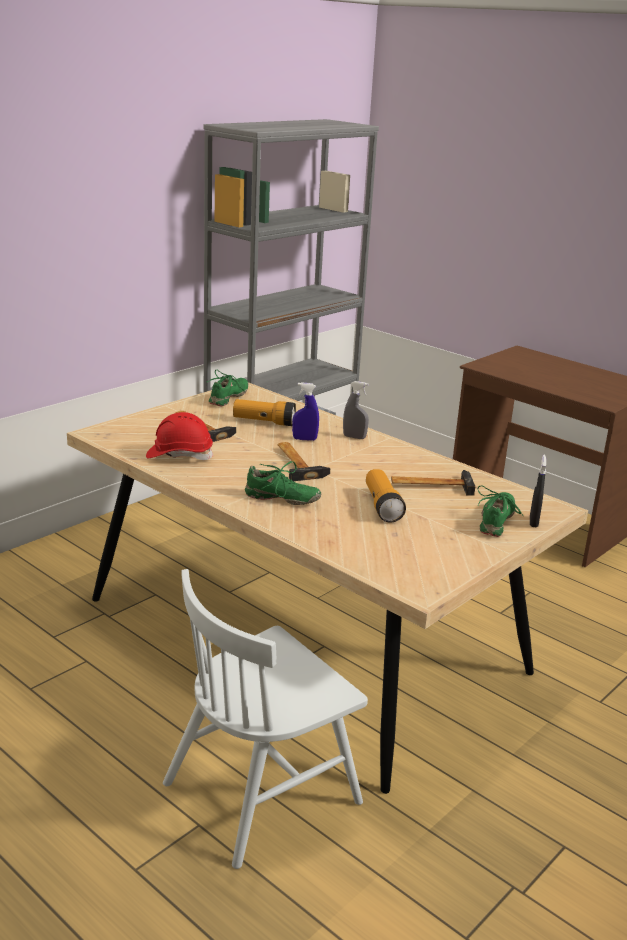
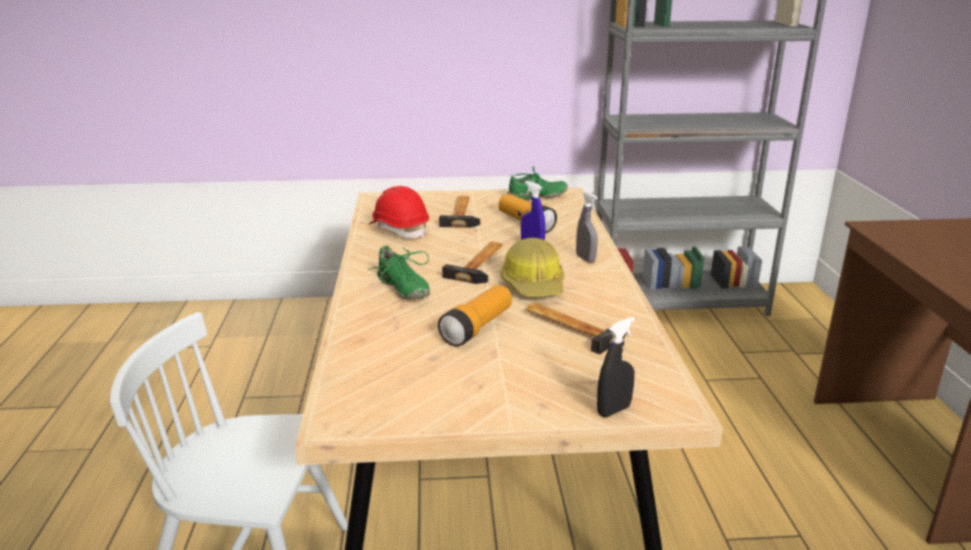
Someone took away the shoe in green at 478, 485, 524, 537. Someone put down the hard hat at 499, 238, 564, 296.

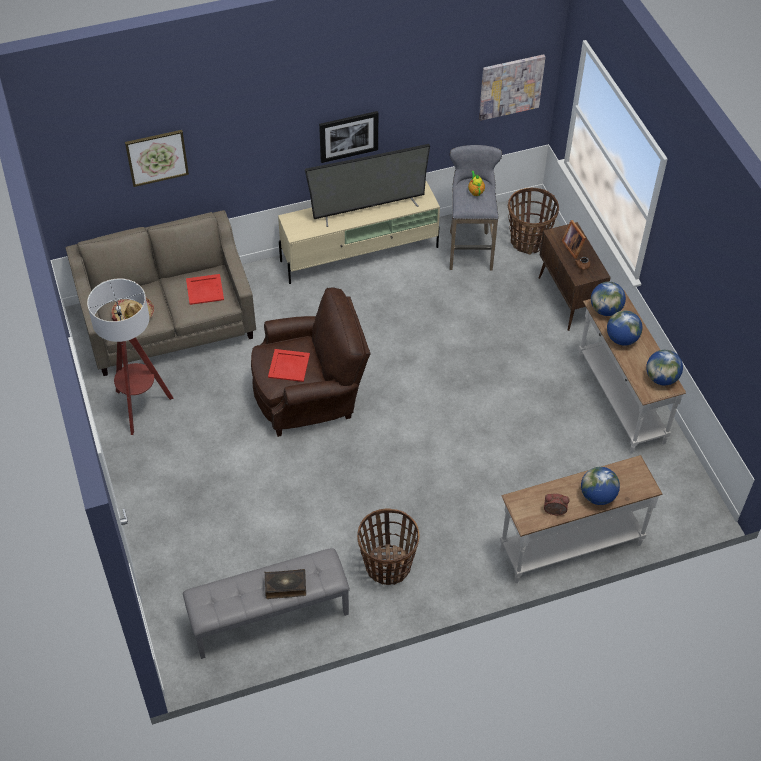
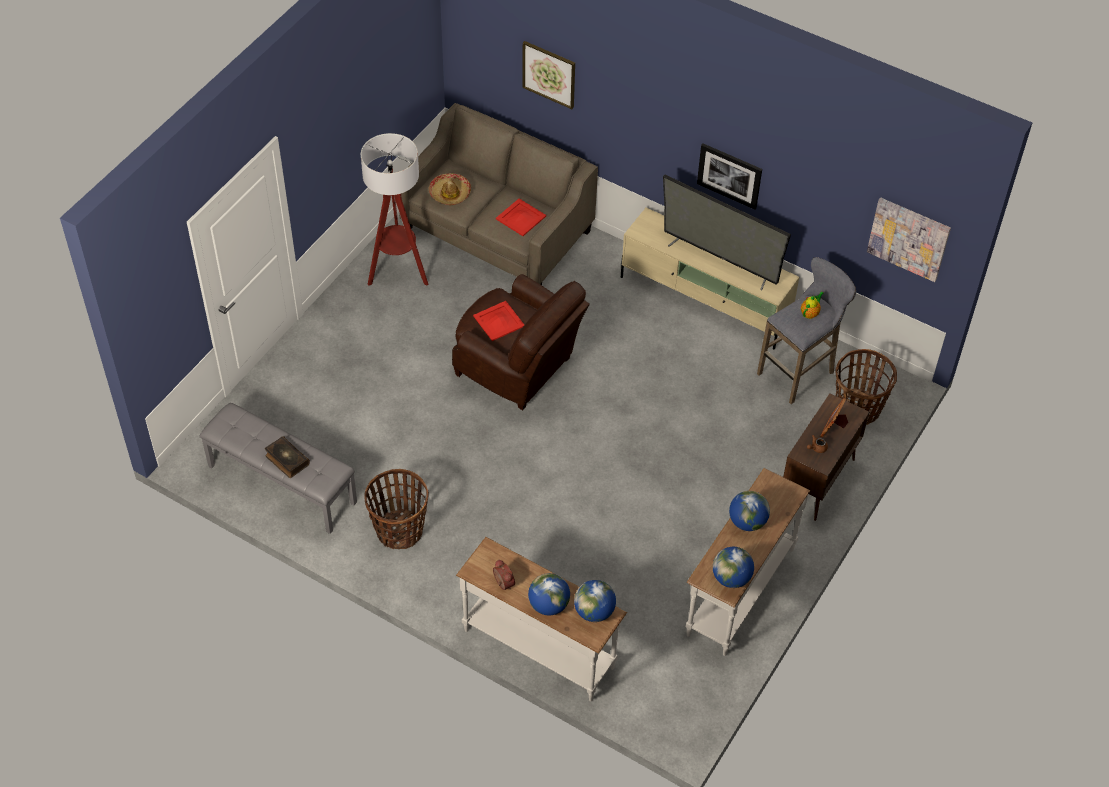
Someone carried the globe from 591, 282, 626, 316 to 574, 580, 616, 622.

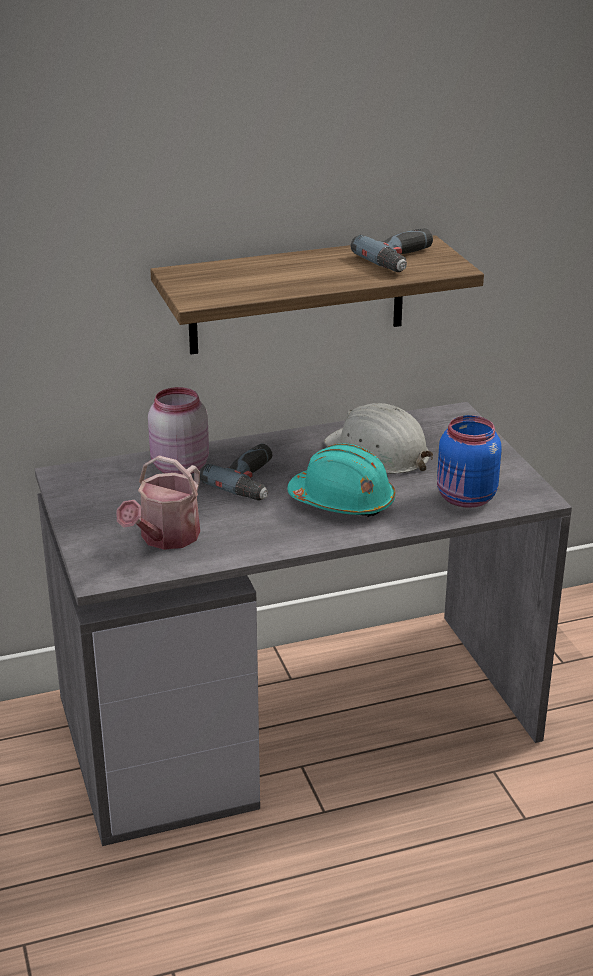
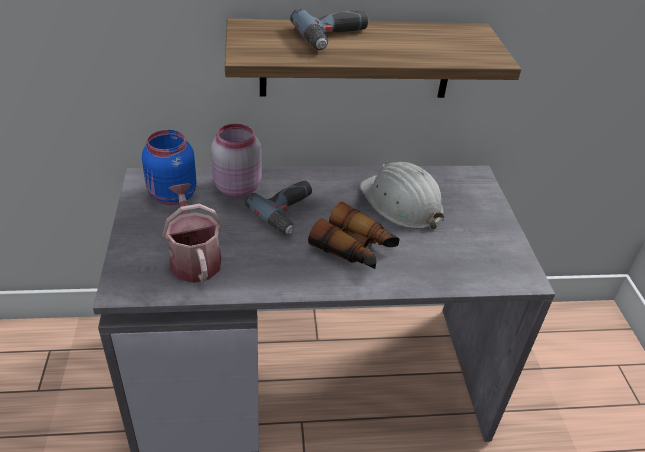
Someone rotated the watering can at 116, 456, 200, 550 by 120 degrees clockwise. Someone swapped the hard hat in turquoise at 287, 444, 395, 517 for the binoculars at 308, 202, 400, 269. Someone carried the power drill from 350, 228, 433, 272 to 290, 9, 368, 50. Someone carried the jar in blue from 437, 415, 502, 508 to 142, 130, 197, 205.

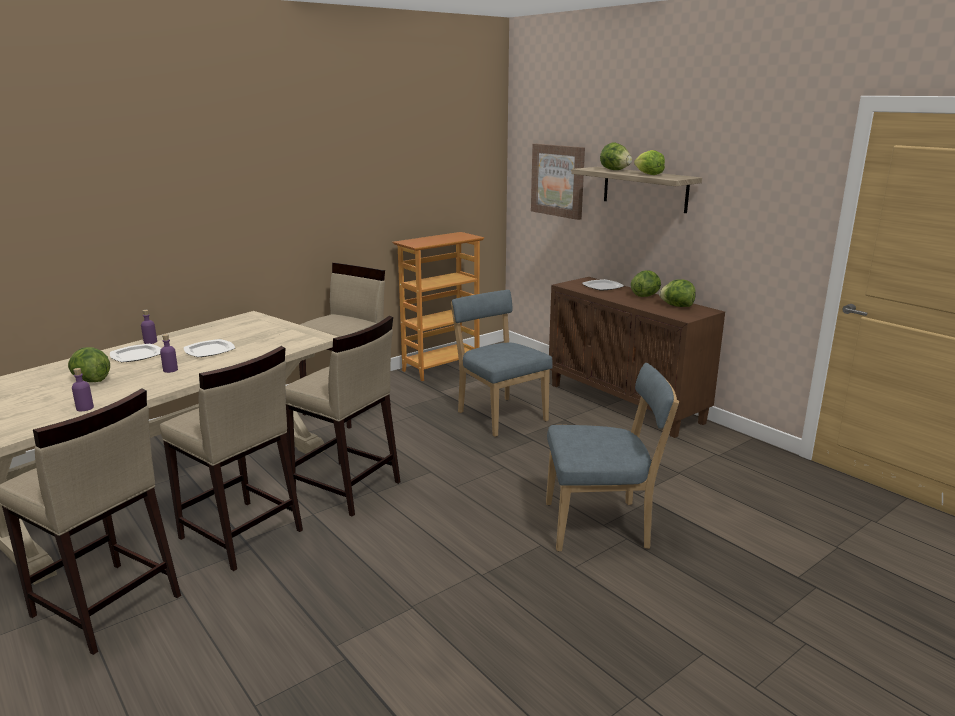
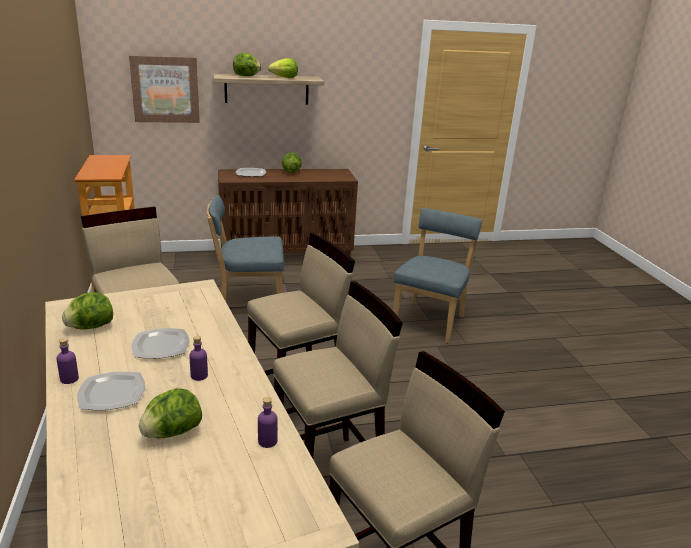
Someone carried the lettuce from 659, 279, 696, 307 to 62, 292, 113, 329.

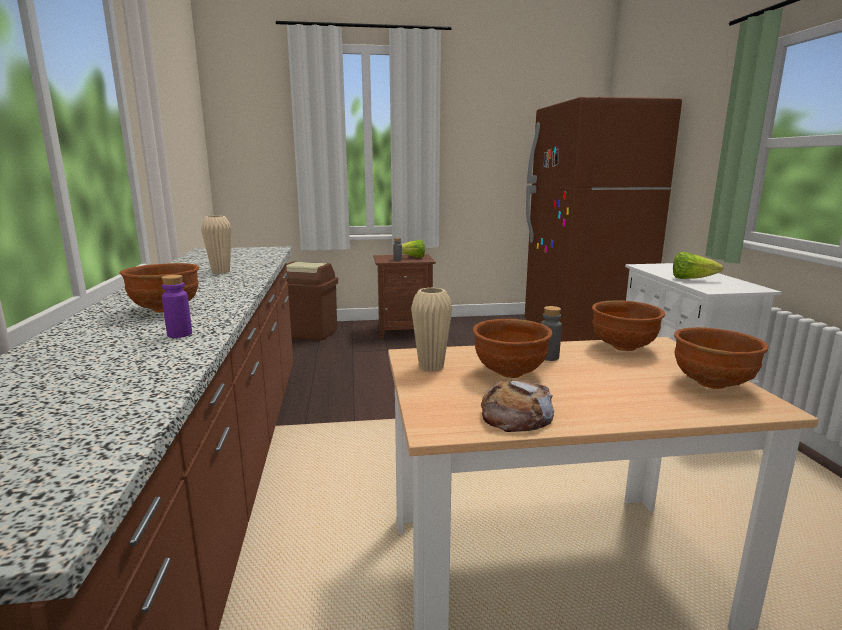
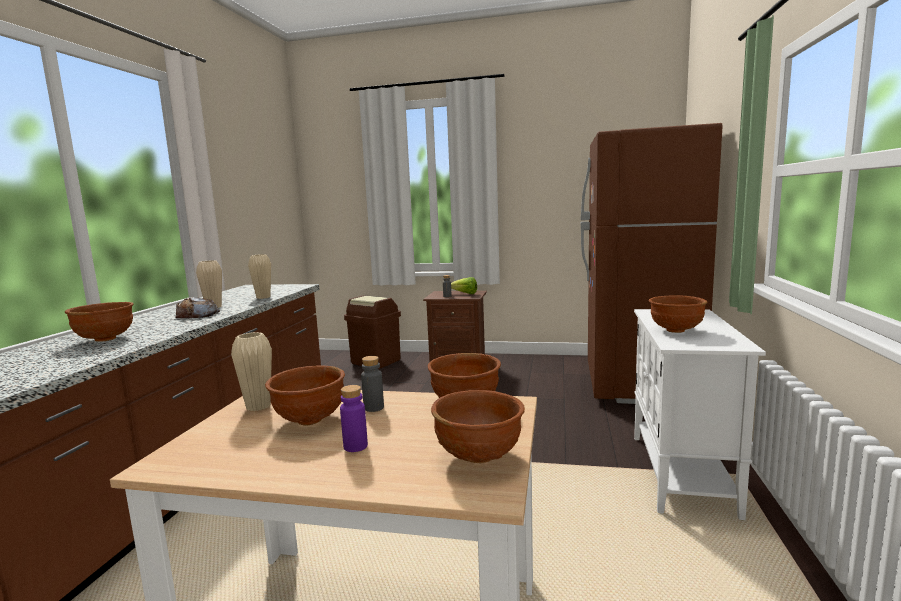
Someone carried the bottle in purple from 162, 275, 192, 338 to 340, 385, 368, 452. Someone carried the bread from 481, 379, 554, 432 to 175, 297, 220, 318. Someone swapped the lettuce at 673, 252, 724, 279 for the bowl in brown at 649, 295, 708, 333. Someone put down the vase in beige at 248, 254, 271, 299.

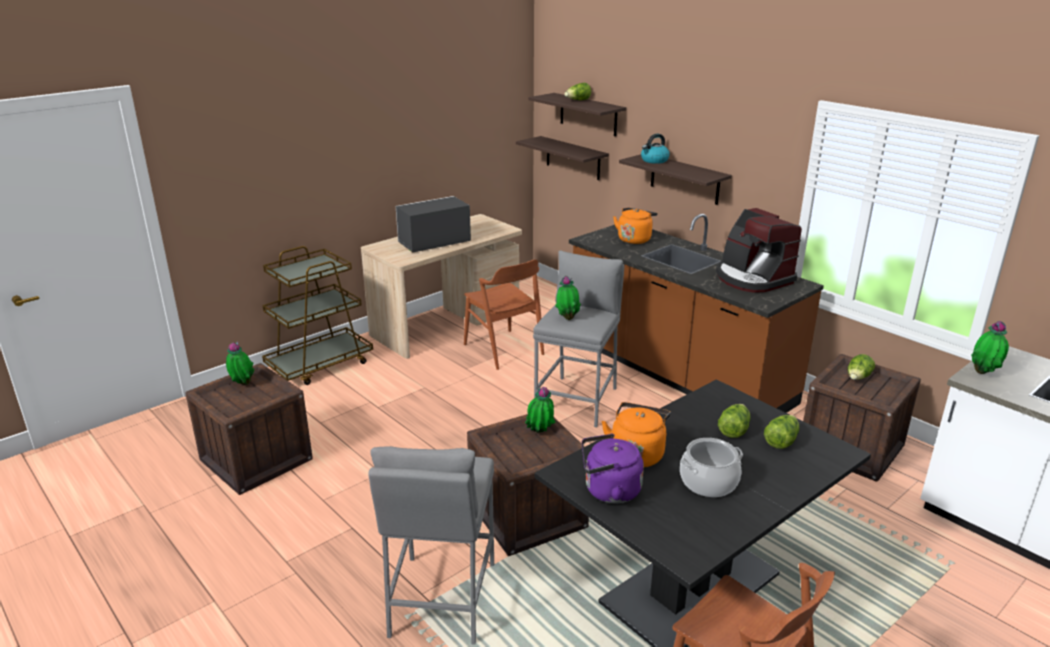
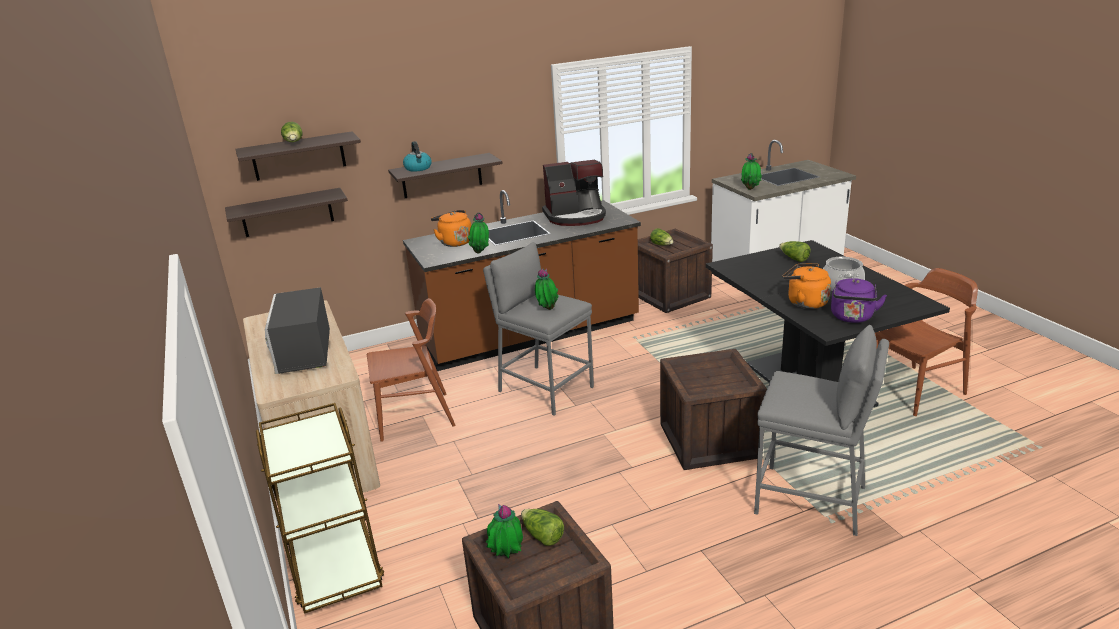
Someone carried the potted plant from 525, 387, 556, 433 to 468, 212, 489, 253. Someone carried the lettuce from 718, 404, 751, 438 to 521, 509, 564, 546.

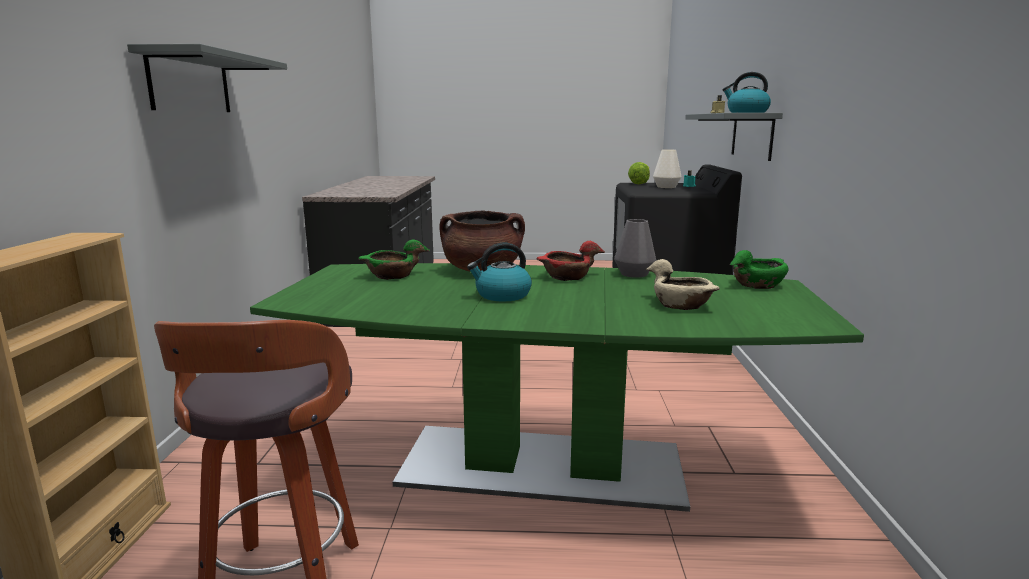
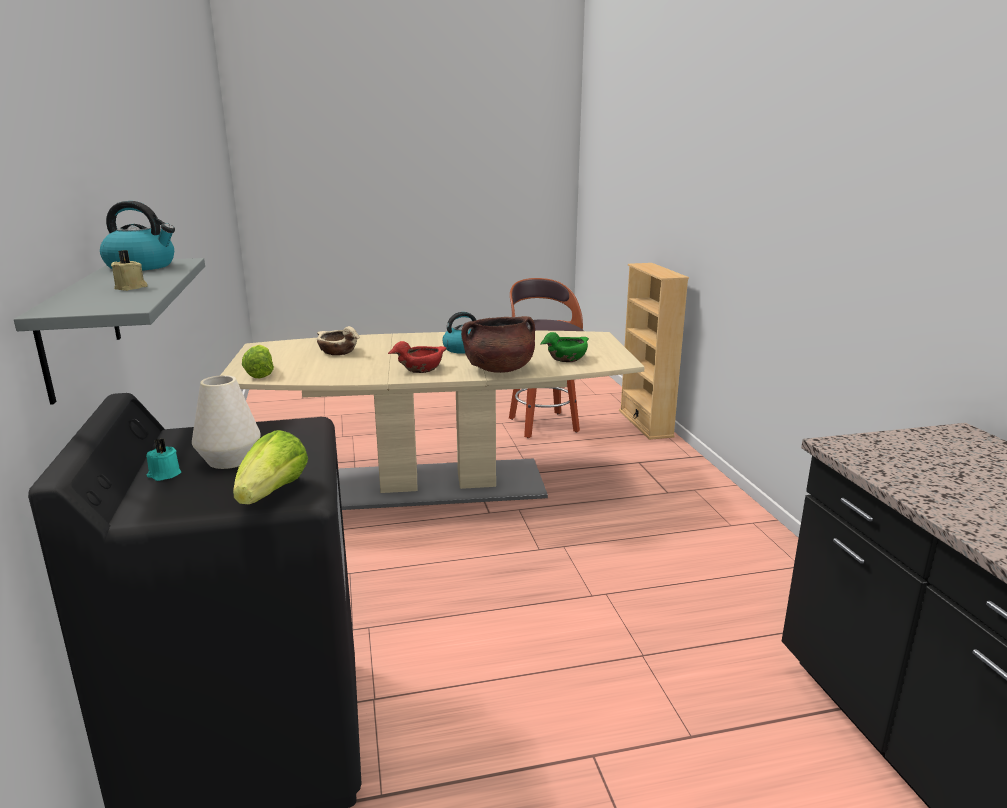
Someone took away the shelf in grey at 127, 44, 287, 112. Someone repainted the dining table in green at 250, 263, 864, 512, which became the dining table in beige at 221, 330, 645, 510. Someone took away the vase in grey at 614, 219, 656, 278. Someone swapped the bowl in green at 730, 250, 788, 289 for the lettuce at 242, 344, 274, 378.

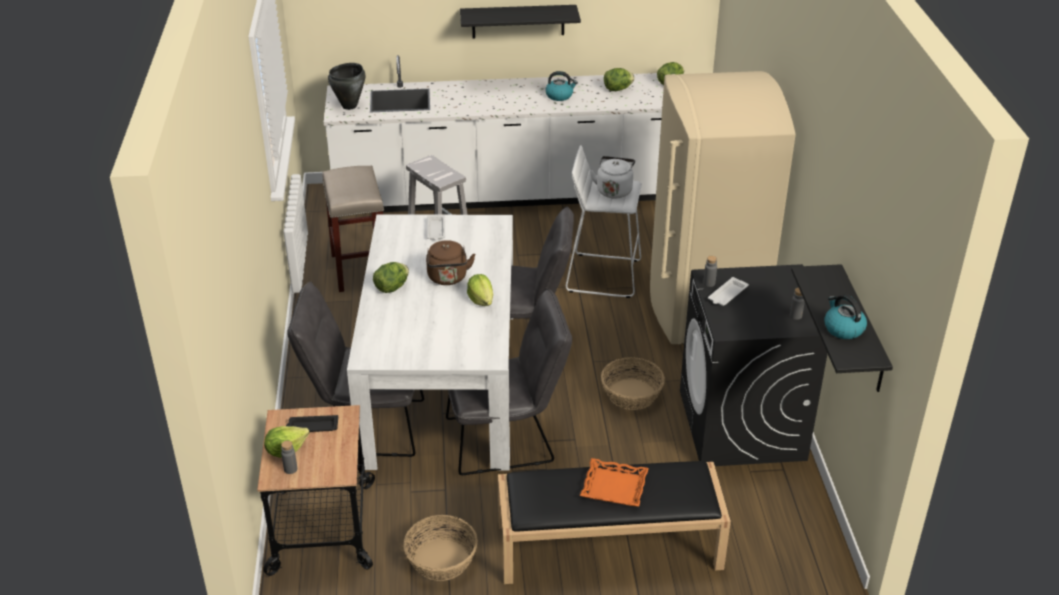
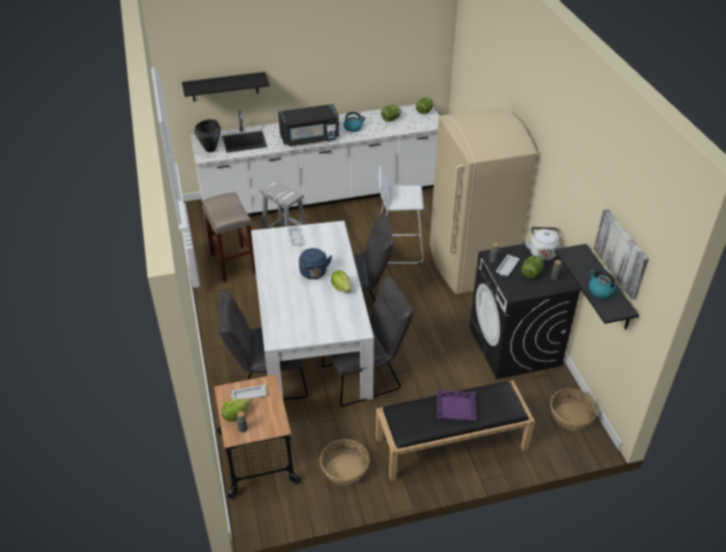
Someone repainted the tray in black at 286, 415, 338, 432, which became the tray in white at 231, 384, 267, 400. Someone carried the lettuce from 373, 262, 409, 293 to 521, 256, 544, 278. Someone repainted the kettle in brown at 426, 240, 476, 285, which became the kettle in blue at 299, 248, 332, 279. Someone carried the shelf in black from 460, 5, 581, 38 to 182, 72, 270, 102. Someone repainted the tray in orange at 580, 458, 649, 506, which became the tray in purple at 437, 390, 477, 421. Someone carried the kettle in white from 590, 156, 635, 198 to 525, 227, 560, 261. Someone carried the basket from 601, 357, 665, 410 to 550, 388, 598, 431. Someone put down the microwave in black at 278, 104, 339, 146. Someone put up the picture at 594, 209, 649, 300.

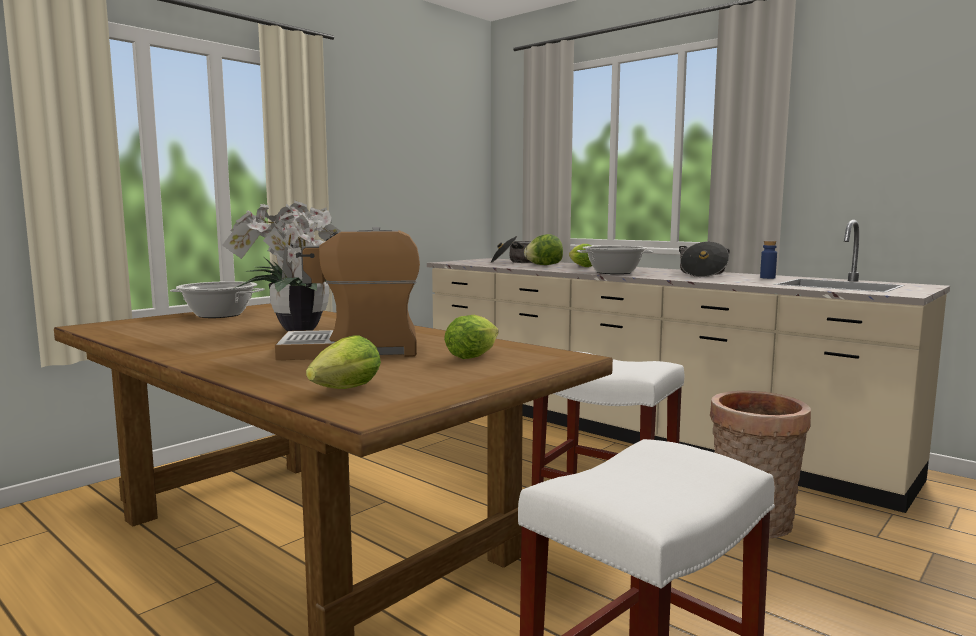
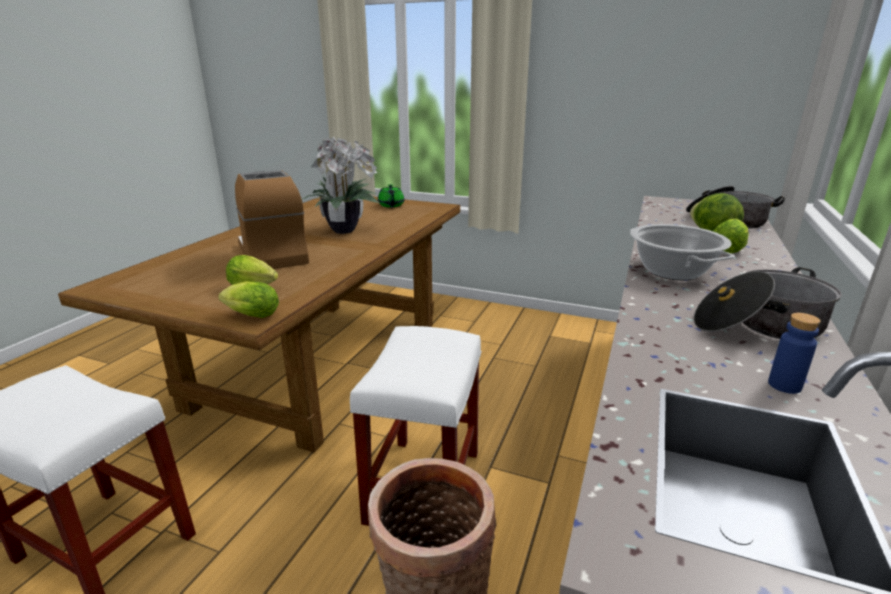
Someone swapped the cooking pot at 170, 281, 265, 318 for the teapot in green at 378, 184, 404, 207. Someone carried the lettuce from 306, 335, 381, 389 to 218, 281, 279, 318.

